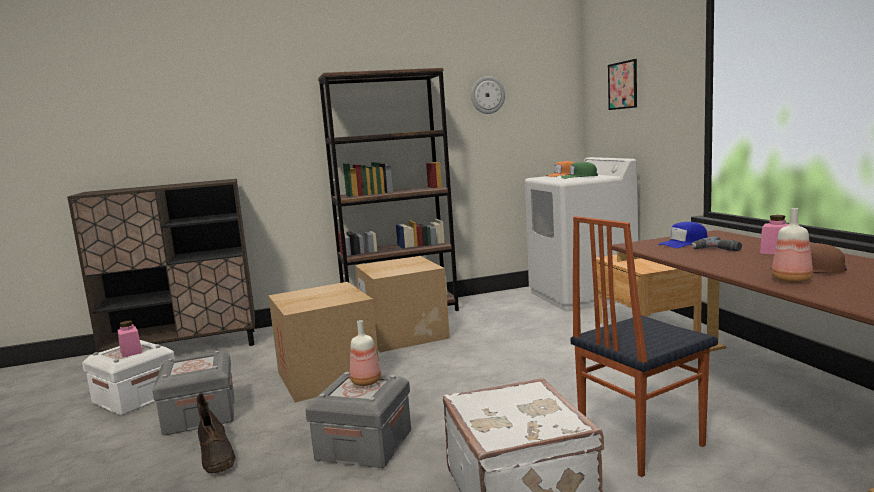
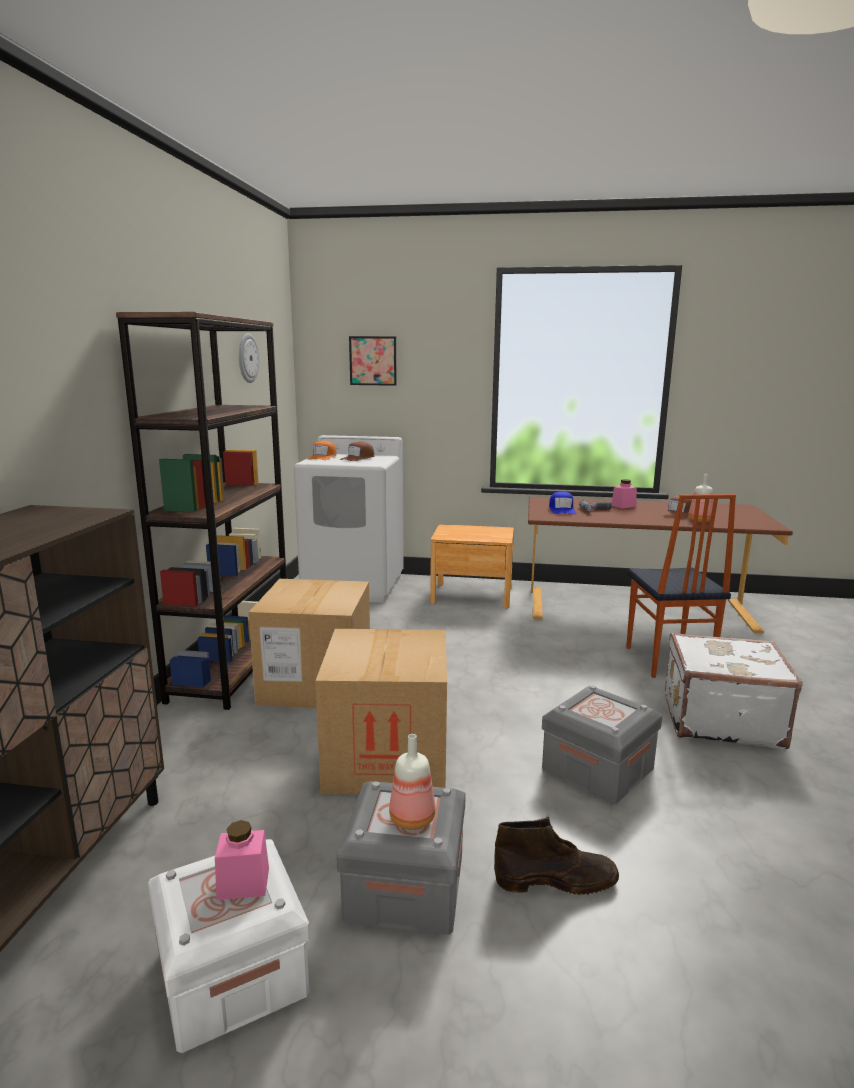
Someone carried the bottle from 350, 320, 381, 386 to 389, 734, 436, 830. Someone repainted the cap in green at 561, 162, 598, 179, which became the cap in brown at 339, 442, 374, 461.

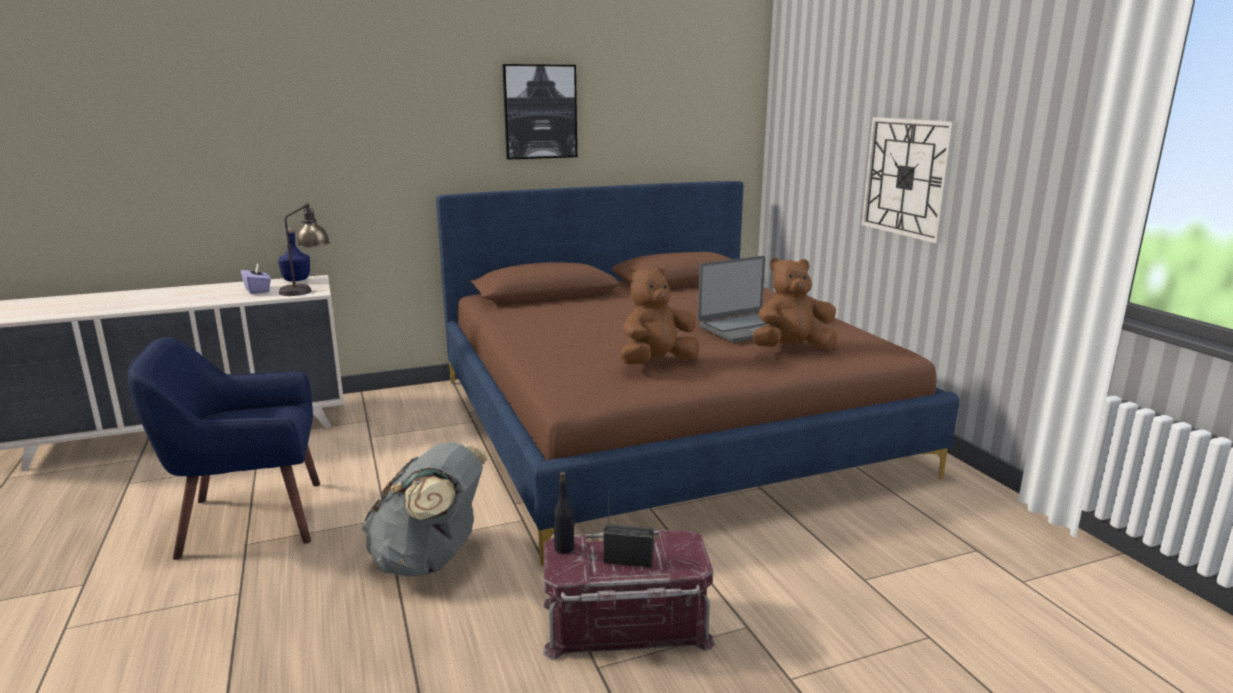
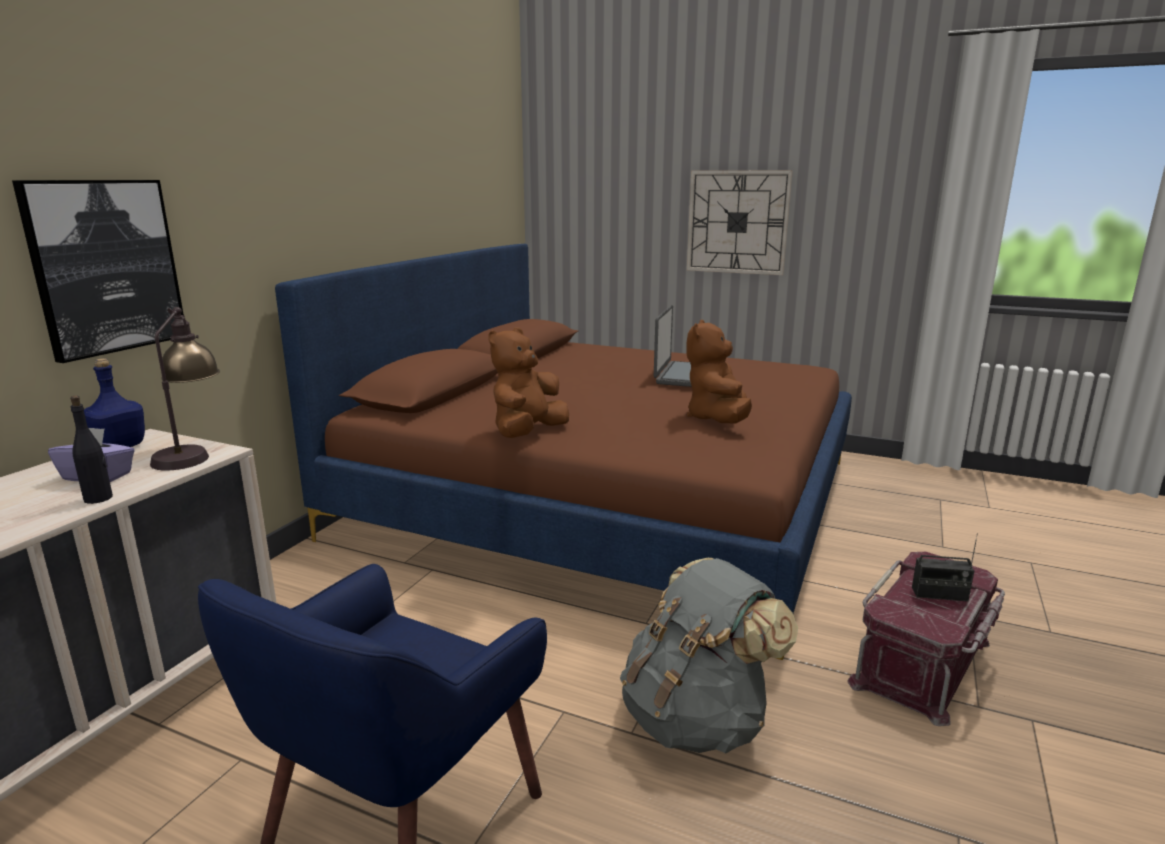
Someone carried the picture from 502, 64, 577, 160 to 12, 180, 184, 363. Someone carried the bottle in black from 554, 472, 575, 554 to 70, 396, 113, 504. Someone rotated the radio at 604, 492, 654, 567 by 135 degrees counterclockwise. Someone carried the plush toy in brown from 753, 258, 837, 350 to 488, 327, 569, 438.

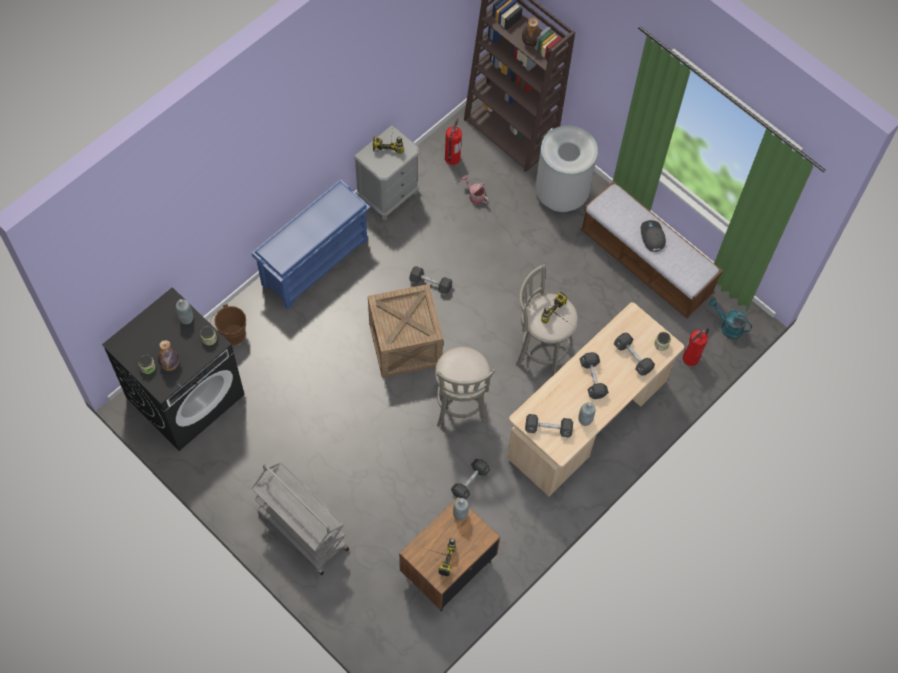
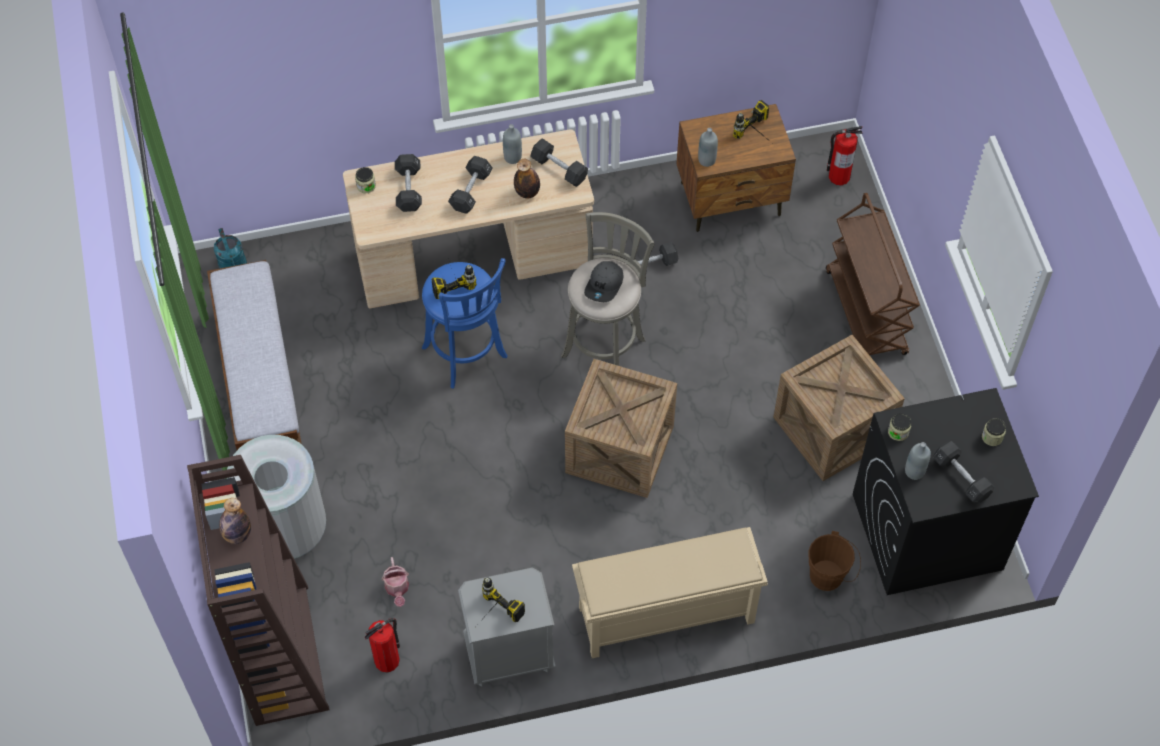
Someone carried the bottle from 158, 340, 180, 371 to 514, 159, 540, 198. Someone repainted the shoe rack in blue at 252, 179, 371, 309, which became the shoe rack in beige at 572, 527, 768, 658. Someone repainted the cart in grey at 252, 462, 349, 575, which became the cart in brown at 826, 193, 920, 355. Someone carried the dumbbell in black from 409, 266, 452, 294 to 933, 441, 994, 504. Someone repainted the stool in grey at 516, 264, 578, 376, which became the stool in blue at 422, 258, 508, 389. Someone carried the cap in grey from 641, 220, 666, 252 to 584, 261, 623, 302. Someone carried the fire extinguisher from 683, 328, 709, 366 to 827, 126, 862, 185. Someone put down the crate at 773, 335, 905, 481.

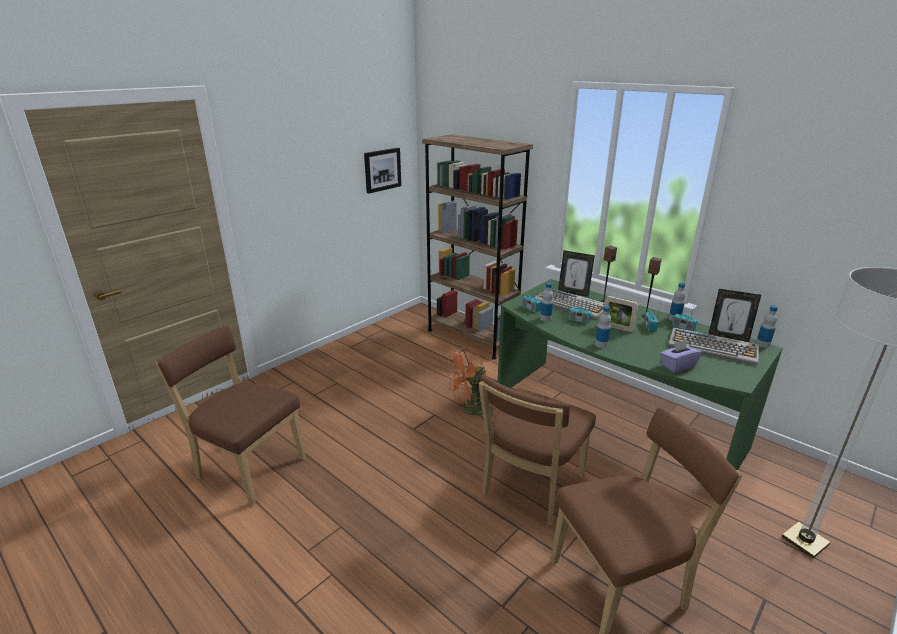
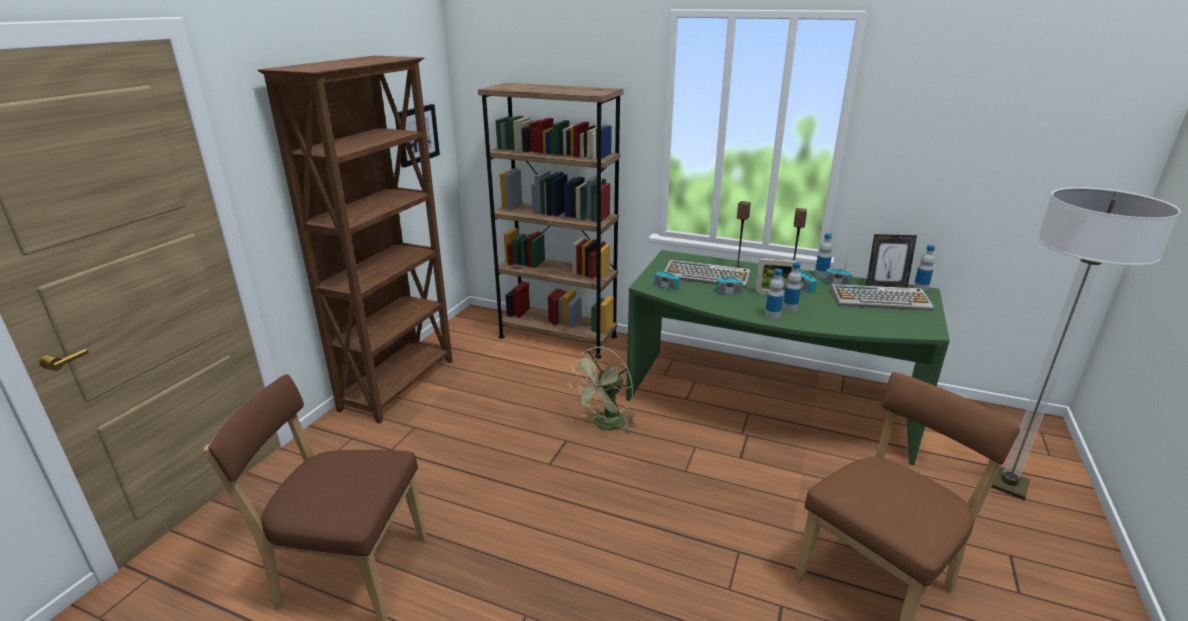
Someone repainted the fan in orange at 446, 347, 495, 420, which became the fan in green at 569, 347, 636, 434. Someone took away the chair in brown at 479, 375, 596, 525. Someone carried the bottle from 540, 282, 553, 321 to 783, 262, 802, 312. Someone took away the picture frame at 558, 250, 595, 297. Someone took away the tissue box in purple at 660, 340, 702, 373. Someone put down the bookcase in brown at 258, 55, 453, 424.

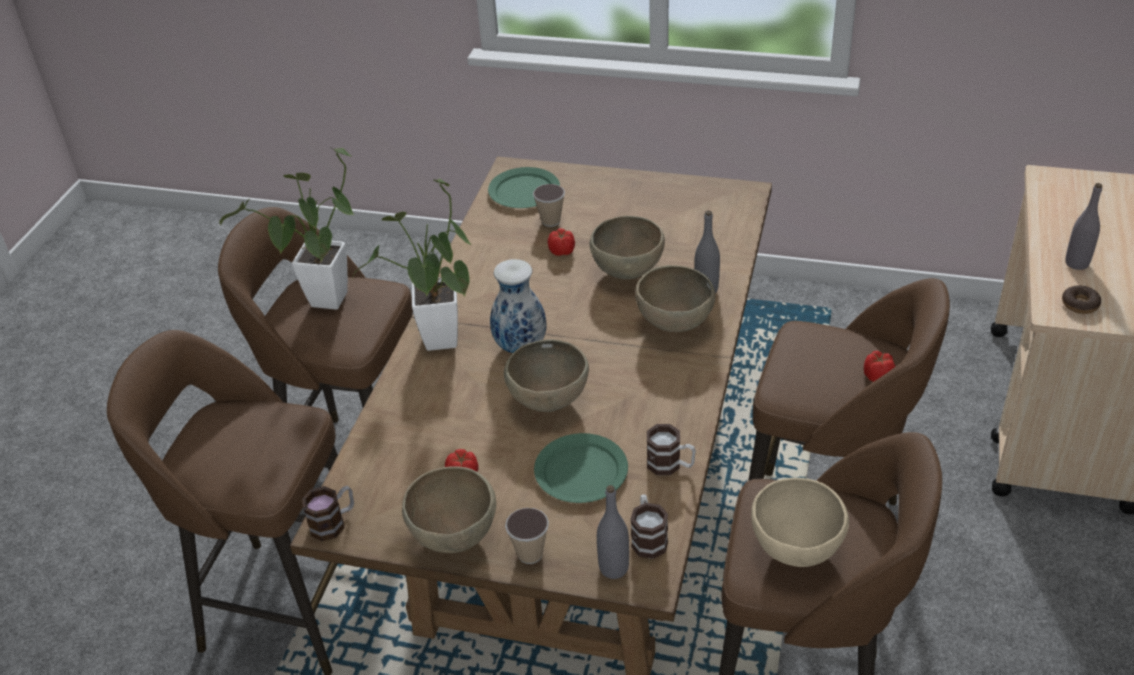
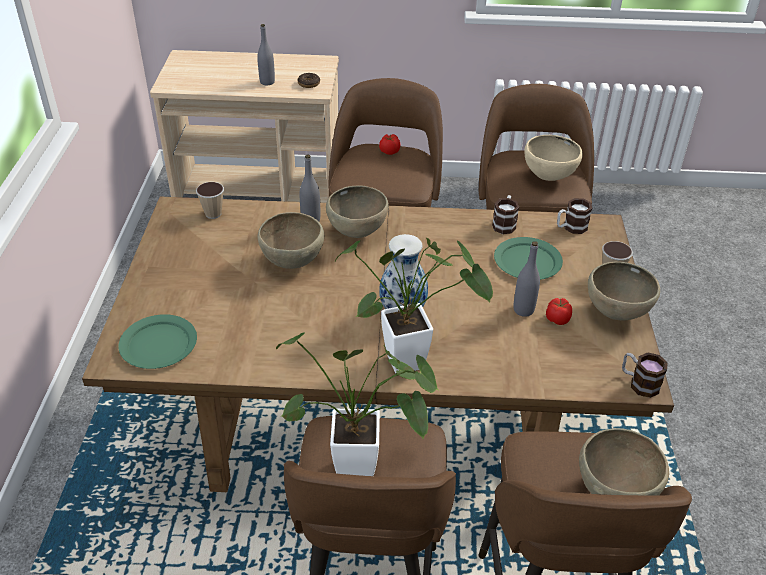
Someone carried the bowl in brown from 504, 339, 589, 412 to 579, 428, 669, 496. Someone carried the cup from 533, 184, 565, 227 to 196, 182, 224, 219. Someone took away the tomato at 548, 228, 575, 256. Someone carried the bottle in grey from 597, 485, 629, 579 to 513, 241, 540, 317.

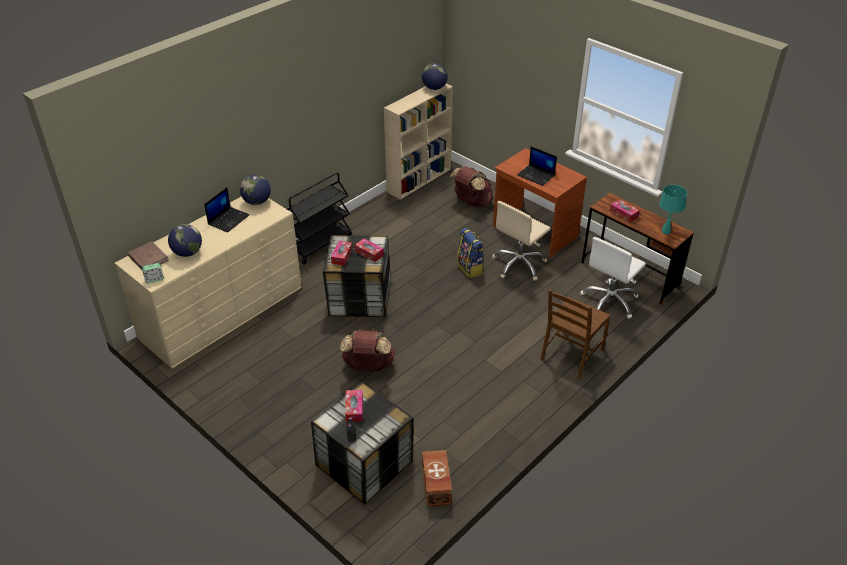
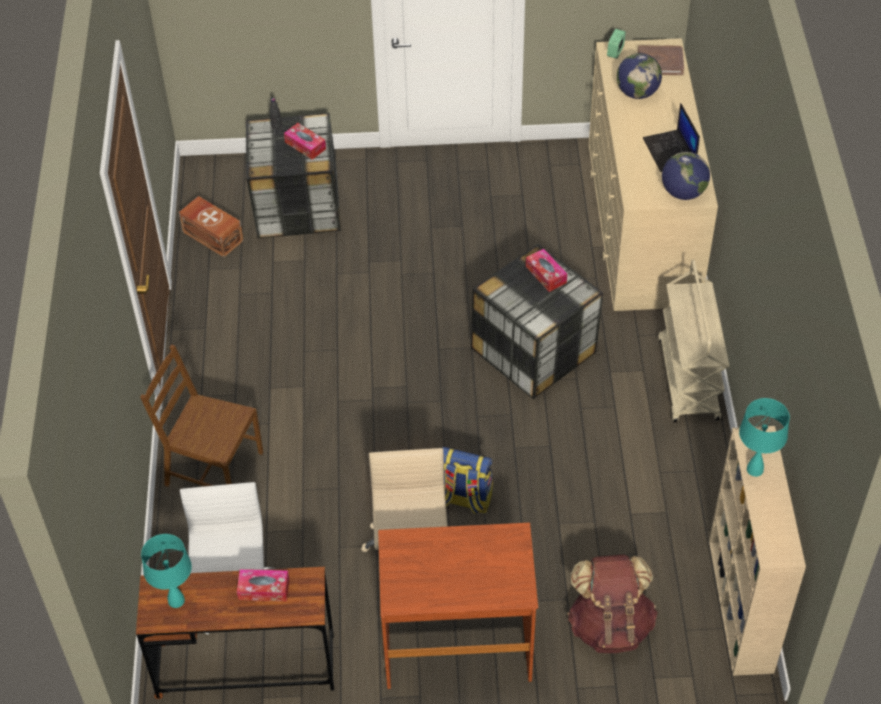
Someone repainted the cart in black at 287, 172, 352, 265, which became the cart in beige at 658, 260, 729, 422. Someone took away the backpack in brown at 340, 329, 395, 372. Someone took away the tissue box at 355, 238, 384, 262. Someone took away the globe at 422, 63, 448, 90. Someone took away the laptop at 517, 147, 557, 186. Someone rotated the chair in brown at 540, 289, 610, 378 by 60 degrees counterclockwise. Someone put down the table lamp in turquoise at 739, 398, 790, 477.

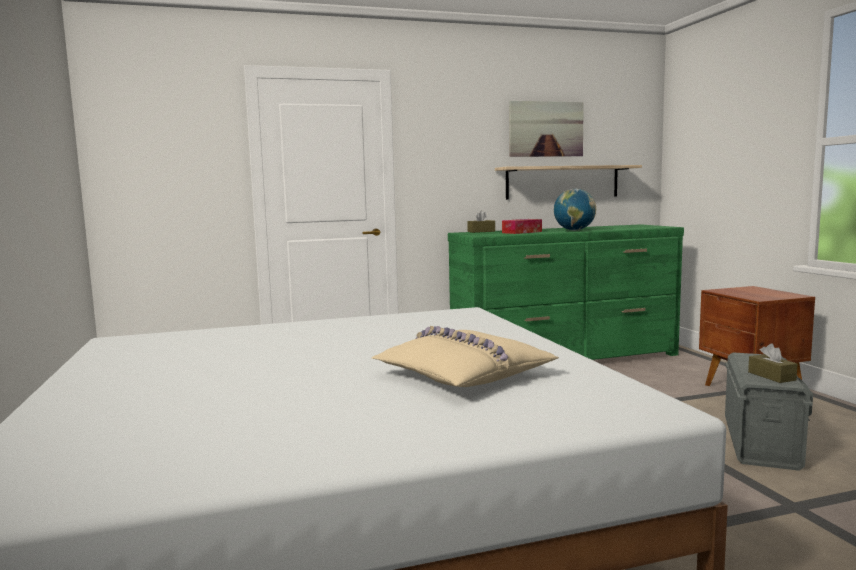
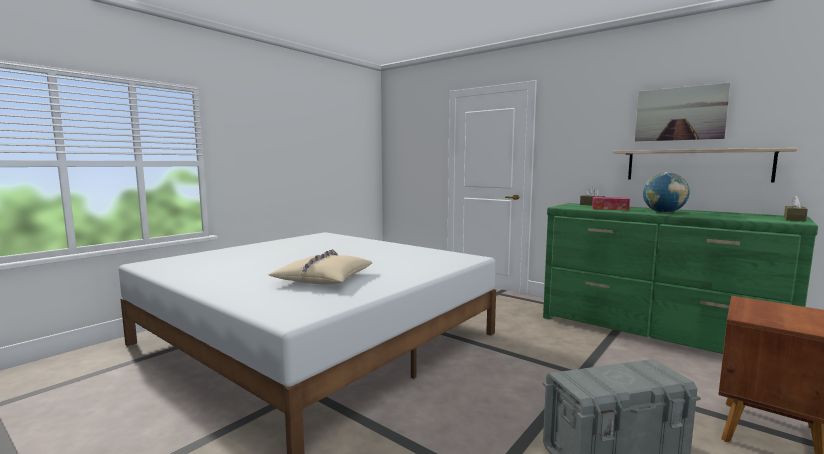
Someone carried the tissue box in brown from 748, 344, 798, 383 to 784, 196, 808, 222.

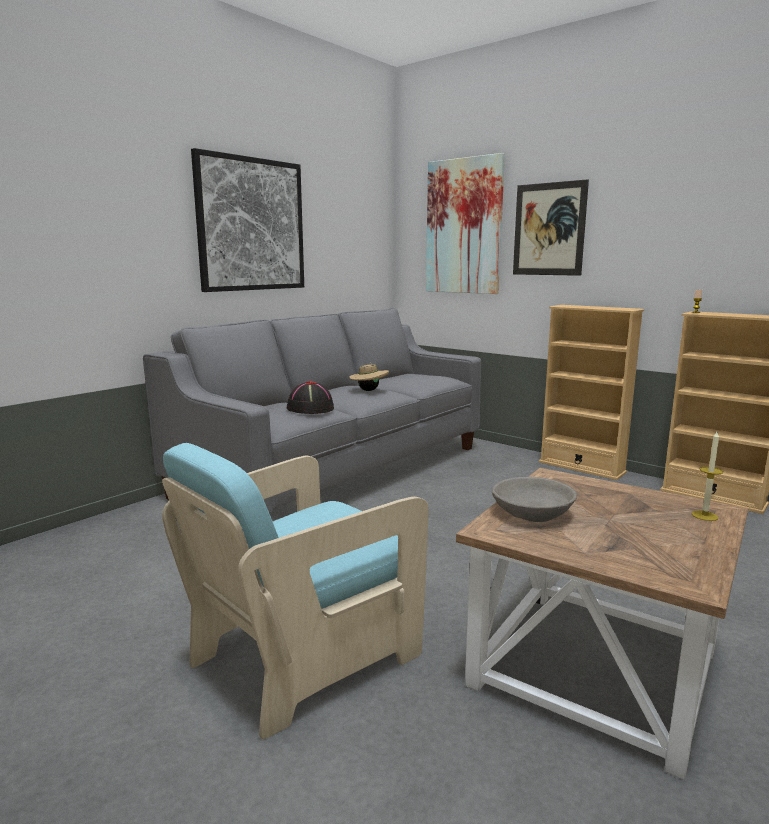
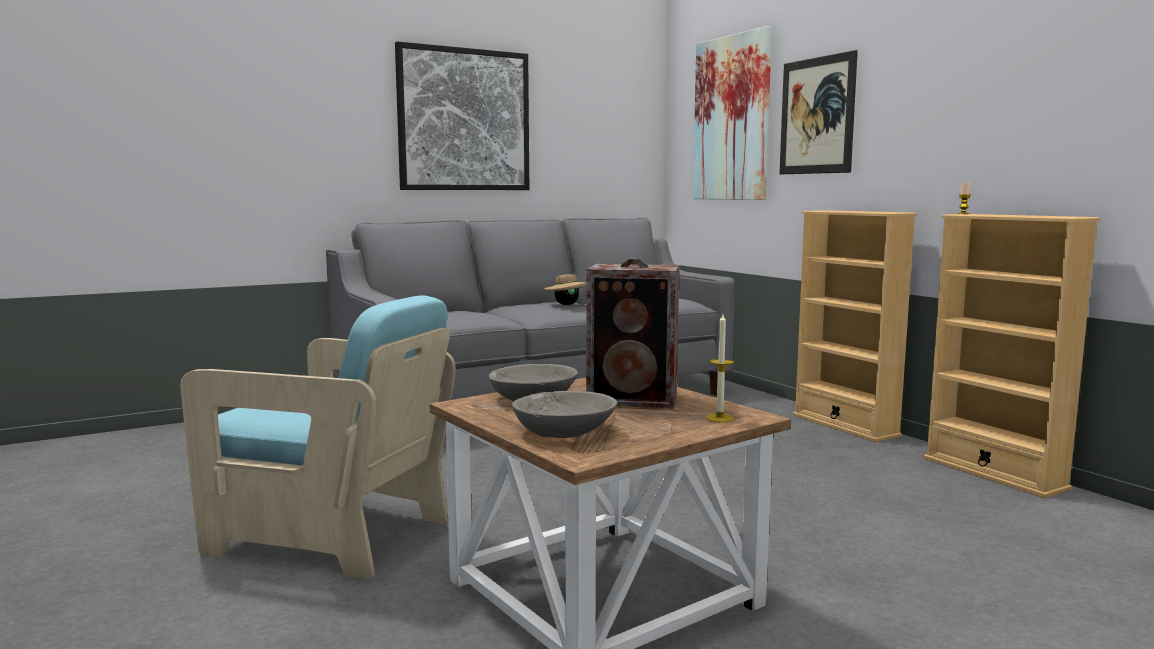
Someone rotated the armchair in turquoise at 162, 443, 429, 739 by 135 degrees counterclockwise. Someone took away the hat in black at 287, 381, 334, 414. Someone put down the bowl in grey at 512, 391, 617, 438. Someone put down the speaker at 586, 259, 680, 409.

